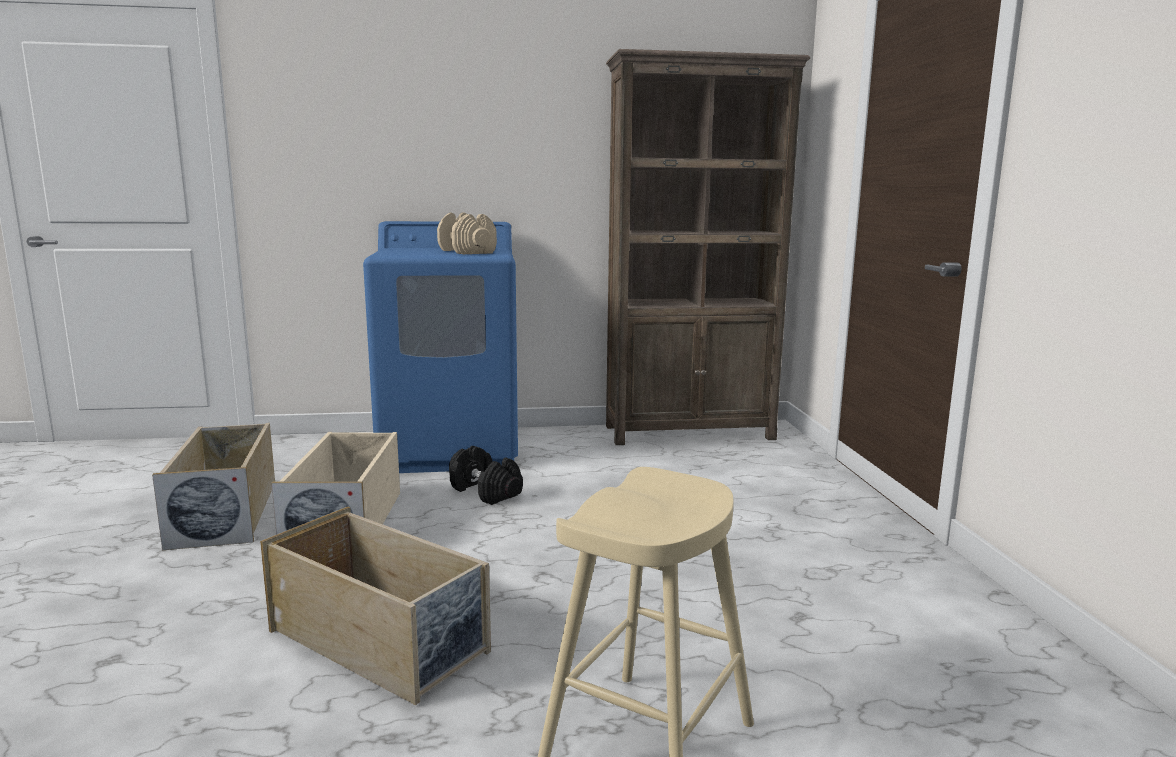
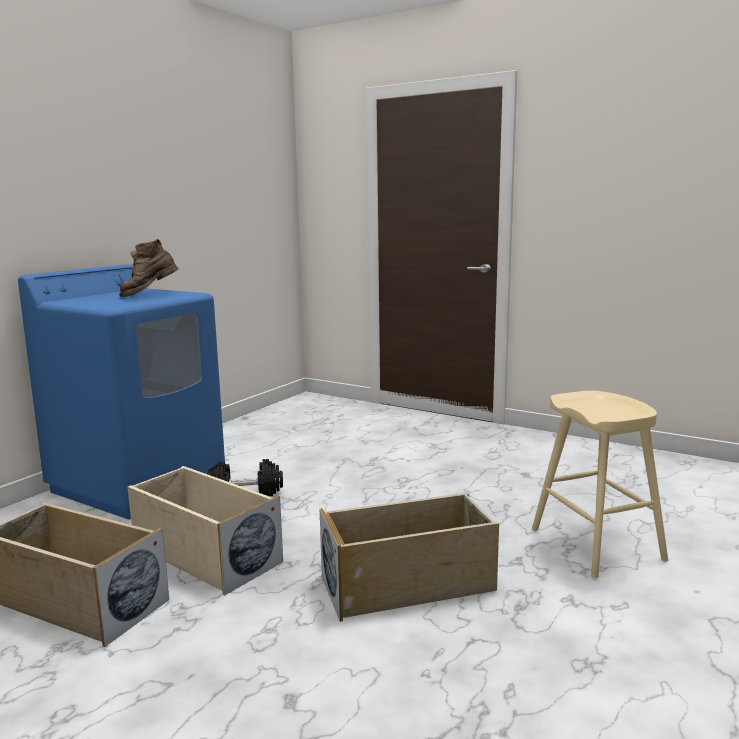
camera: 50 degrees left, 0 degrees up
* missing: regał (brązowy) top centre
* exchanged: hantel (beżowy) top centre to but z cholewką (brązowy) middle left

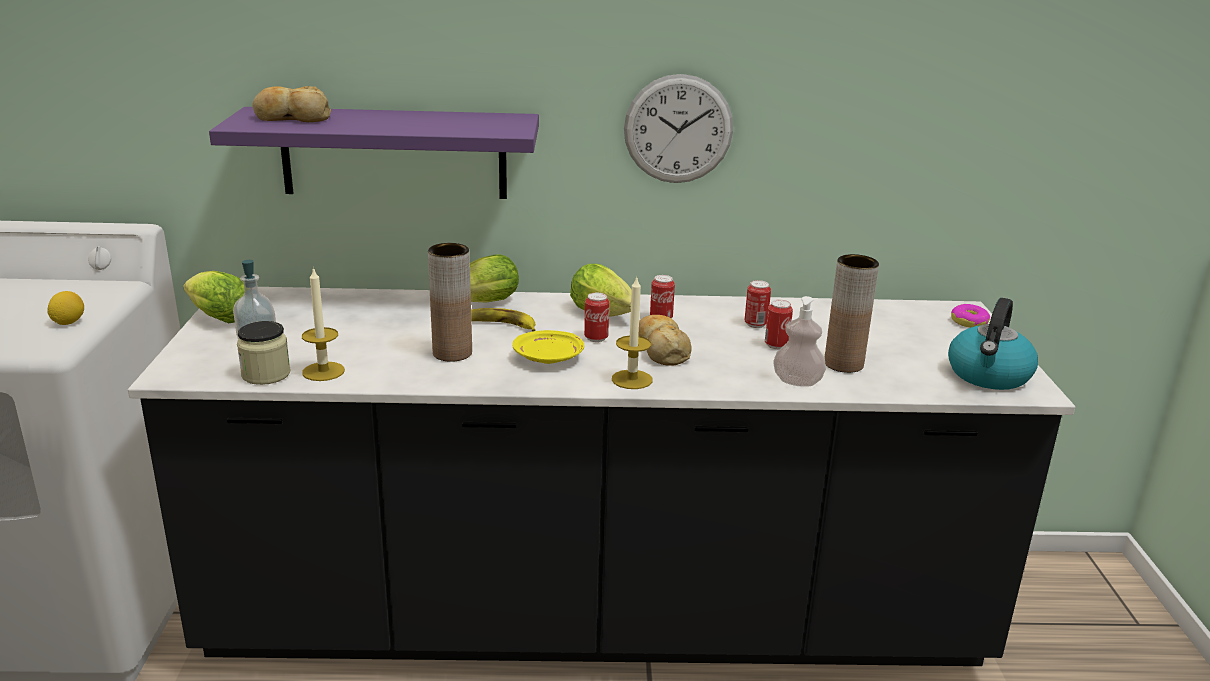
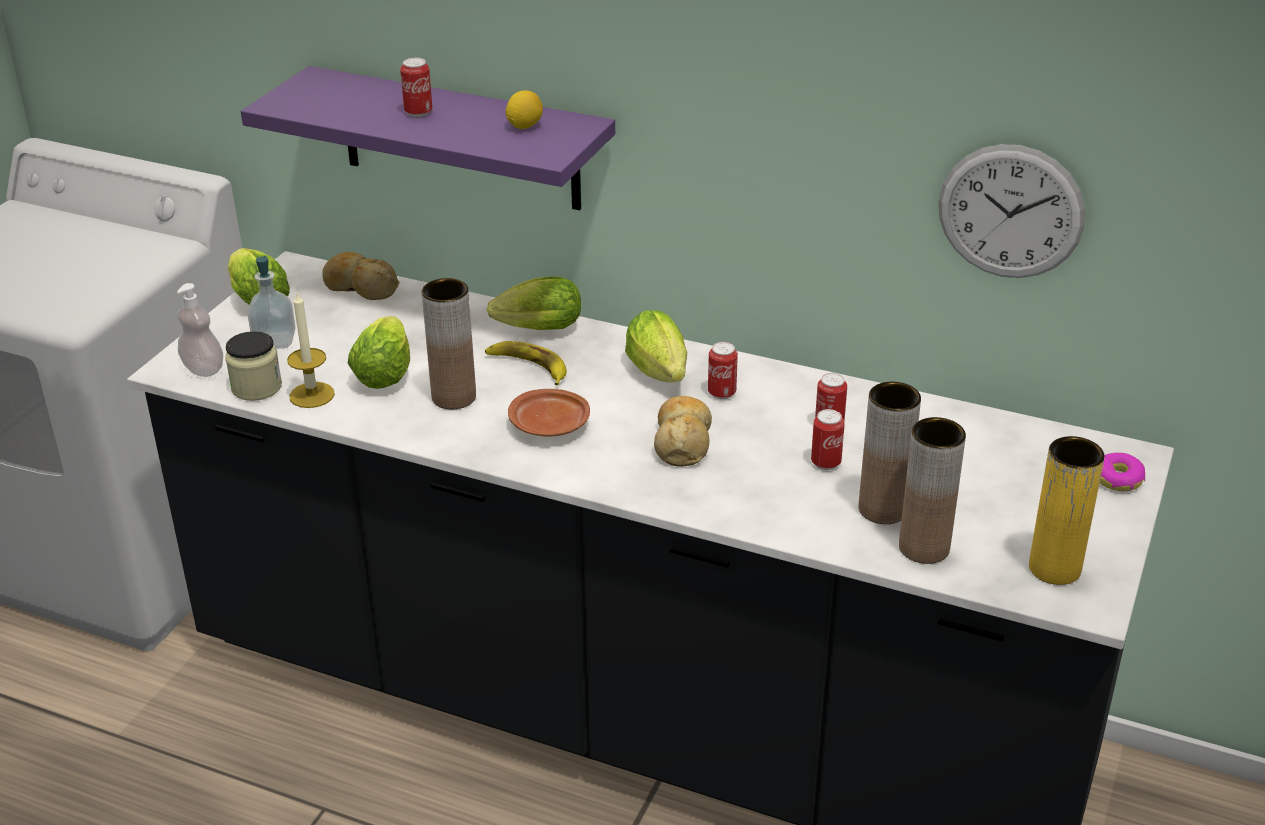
camera: 25 degrees right, 10 degrees up
* missing: świeca (no. 2 from left) centre
* appeared: sałata (no. 2 from left) middle left
* appeared: wazon (brązowy) (no. 3 from left) middle right
* relocated: cytryna middle left to top centre
* relocated: chleb (no. 1 from left) top left to middle left
* relocated: puszka (no. 1 from left) centre to top left
* relocated: zegar ścienny top centre to top right
* relocated: dozownik mydła (no. 2 from left in the first image) centre to dozownik mydła (no. 1 from left) middle left
* exchanged: czajnik middle right to wazon (żółty) middle right
* colour: talerz (żółty) centre to talerz (brązowy) centre

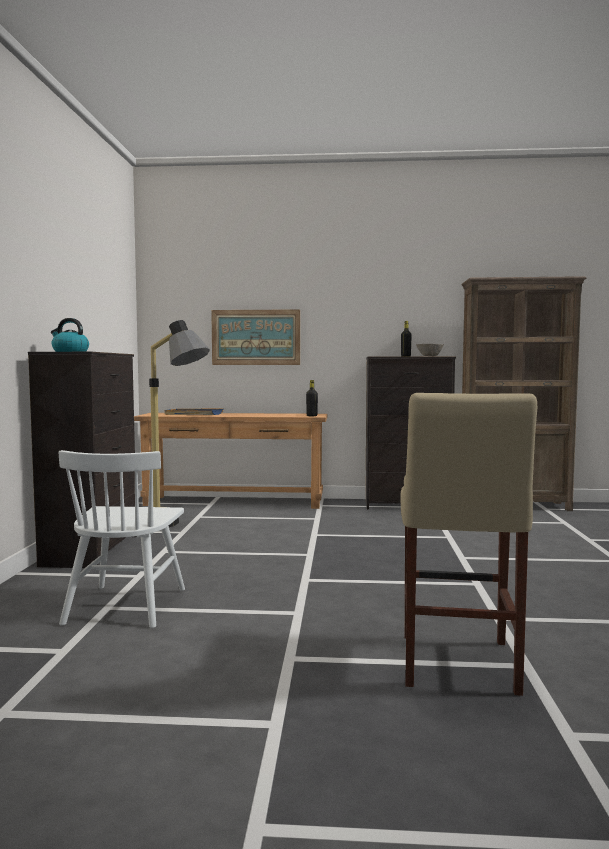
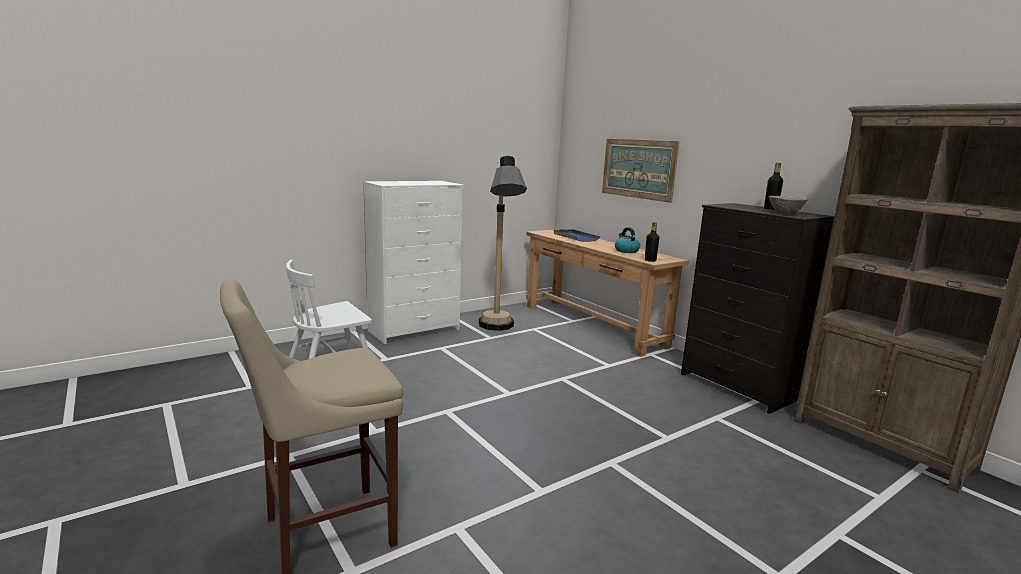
camera: 50 degrees right, 10 degrees up
* relocated: czajnik middle left to centre
* colour: komoda (czarny) (no. 1 from left) middle left to komoda (biały) centre

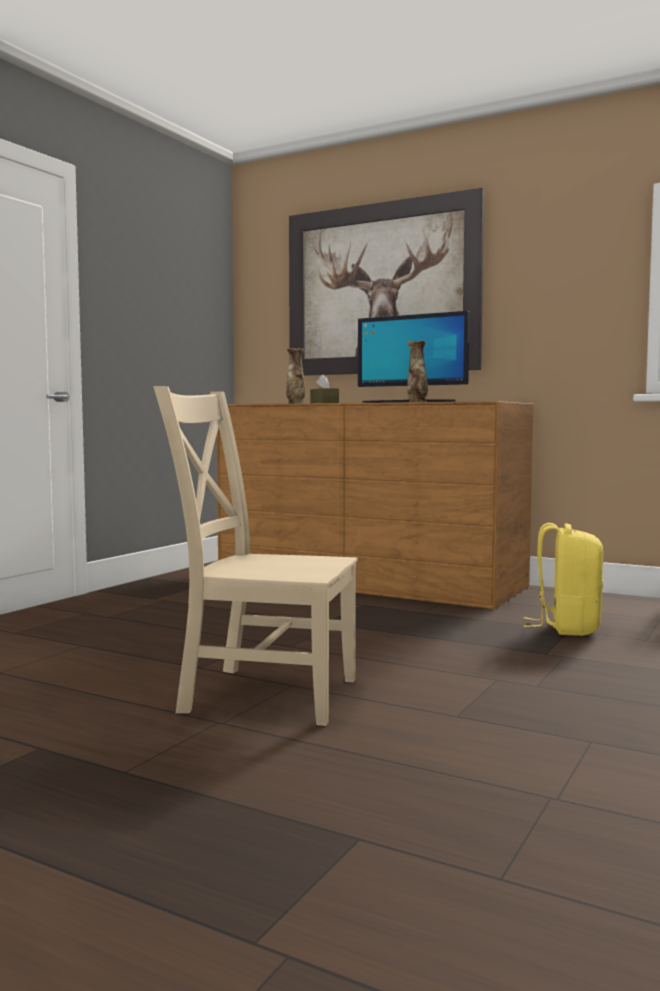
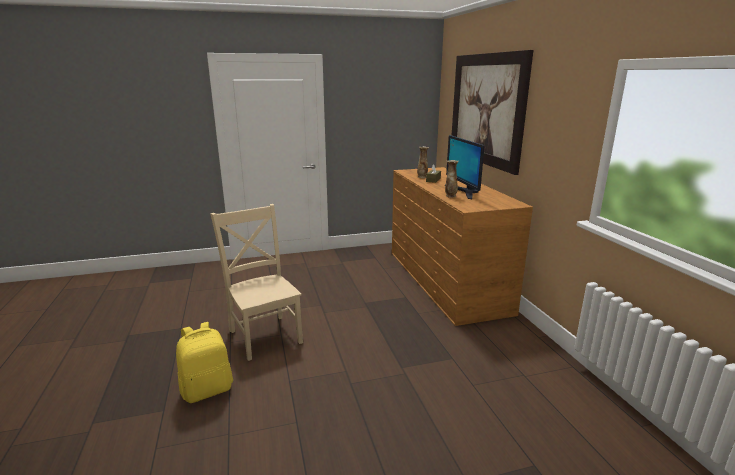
camera: 45 degrees right, 15 degrees up
* relocated: plecak (żółty) middle right to bottom left

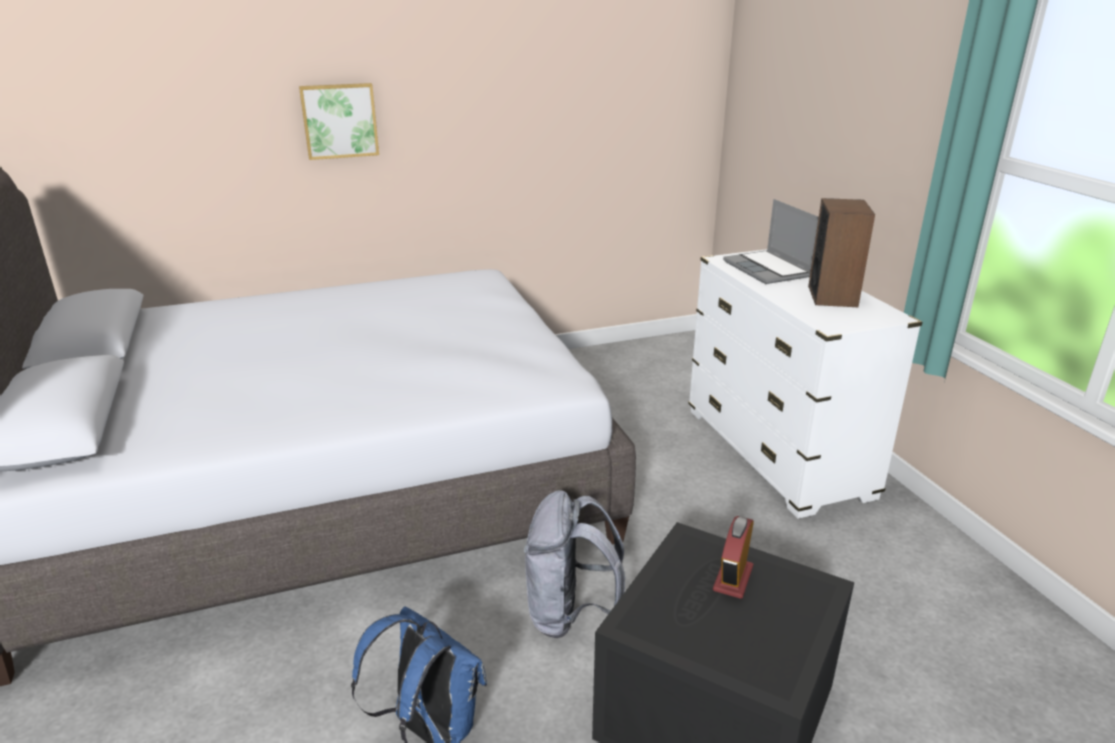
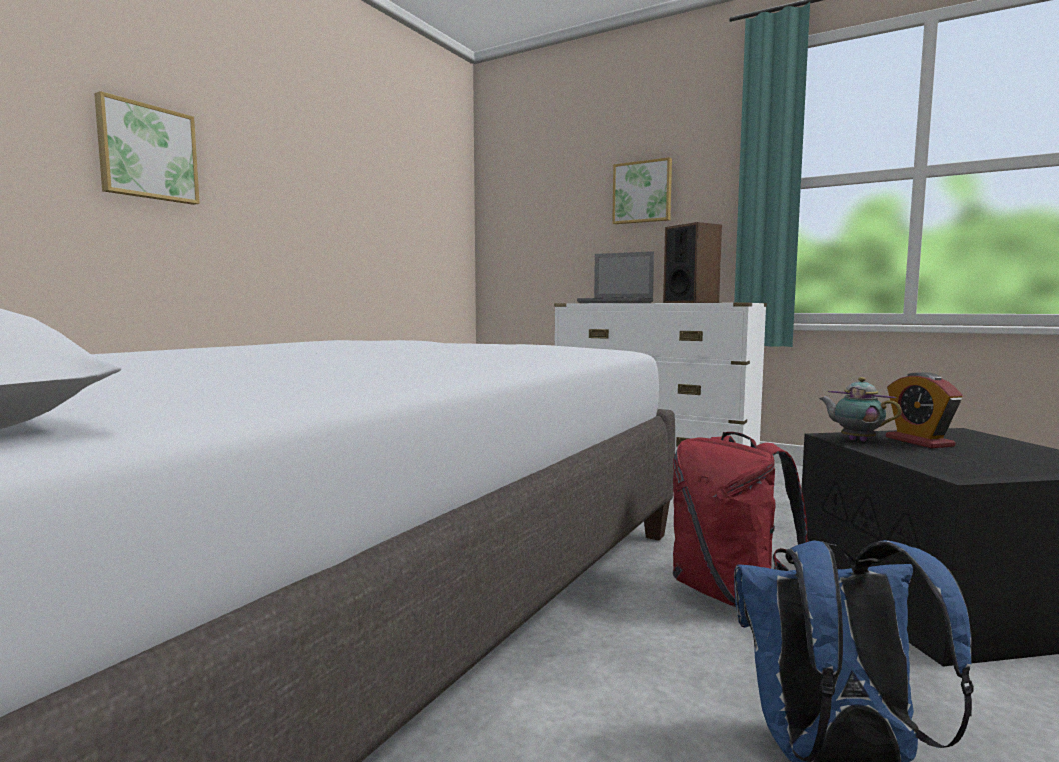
camera: 40 degrees left, 20 degrees down
* appeared: obraz (no. 2 from left) top centre
* appeared: imbryk middle right
* colour: plecak (szary) bottom centre to plecak (czerwony) bottom right

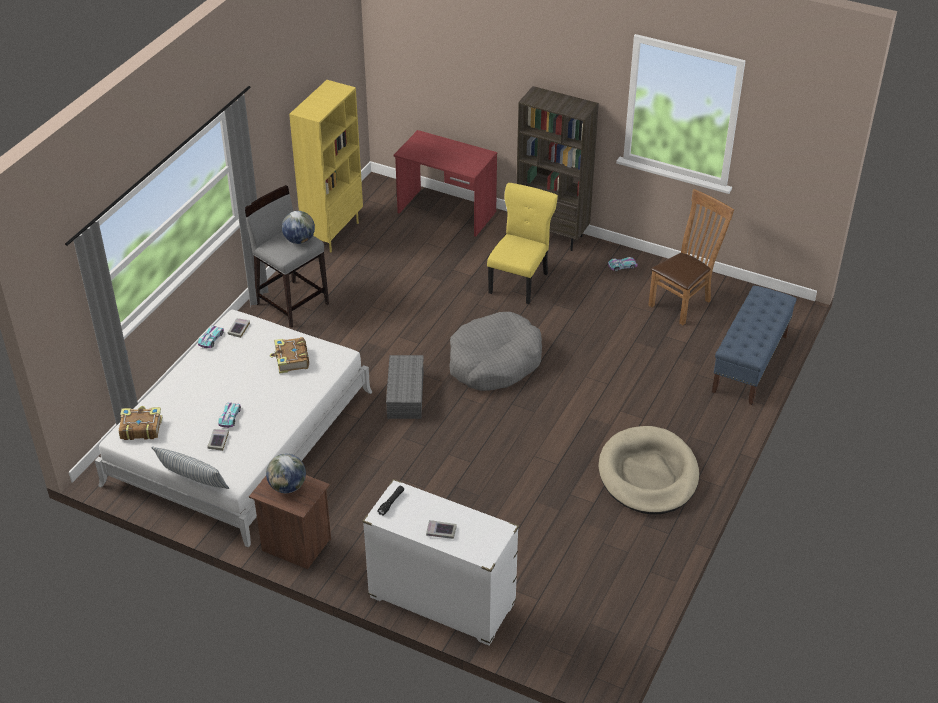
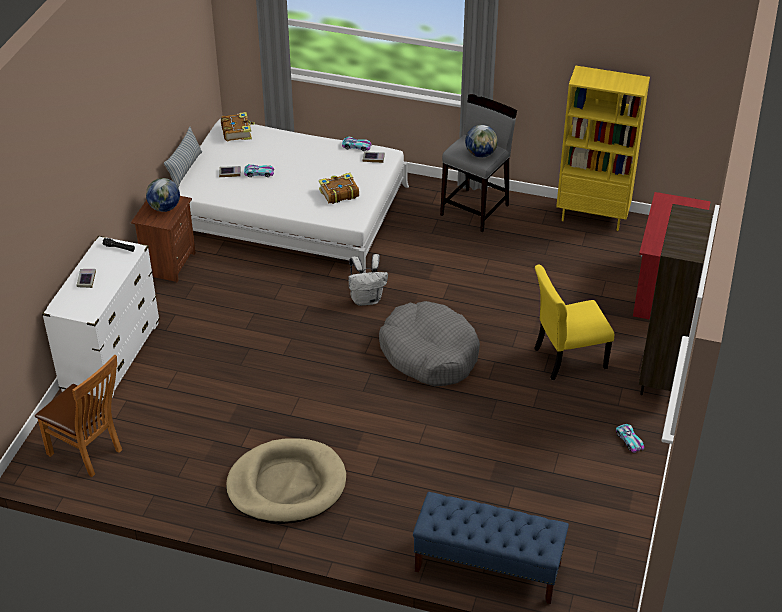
camera: 80 degrees right, 0 degrees up
* relocated: krzesło (brązowy) middle right to bottom left
* exchanged: pojemnik do przechowywania (szary) centre to plecak (biały) centre
* spun: krzesło (żółty) centre = middle right 150 degrees clockwise

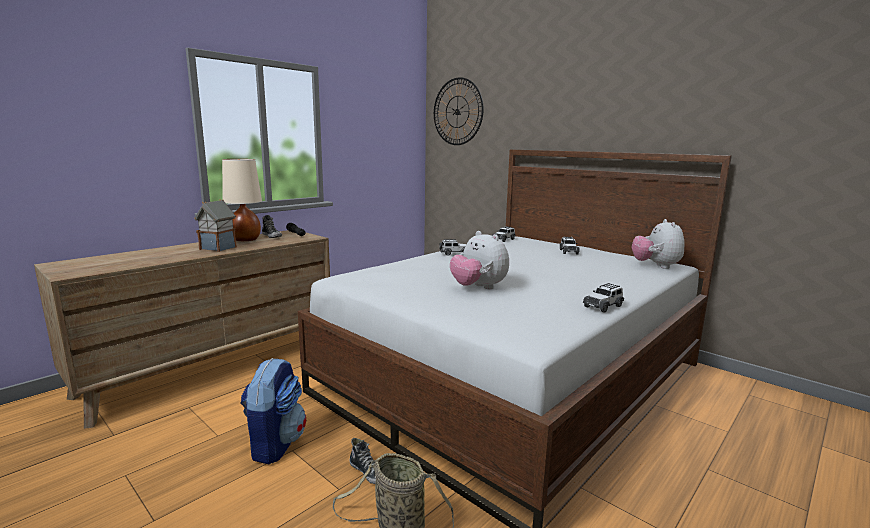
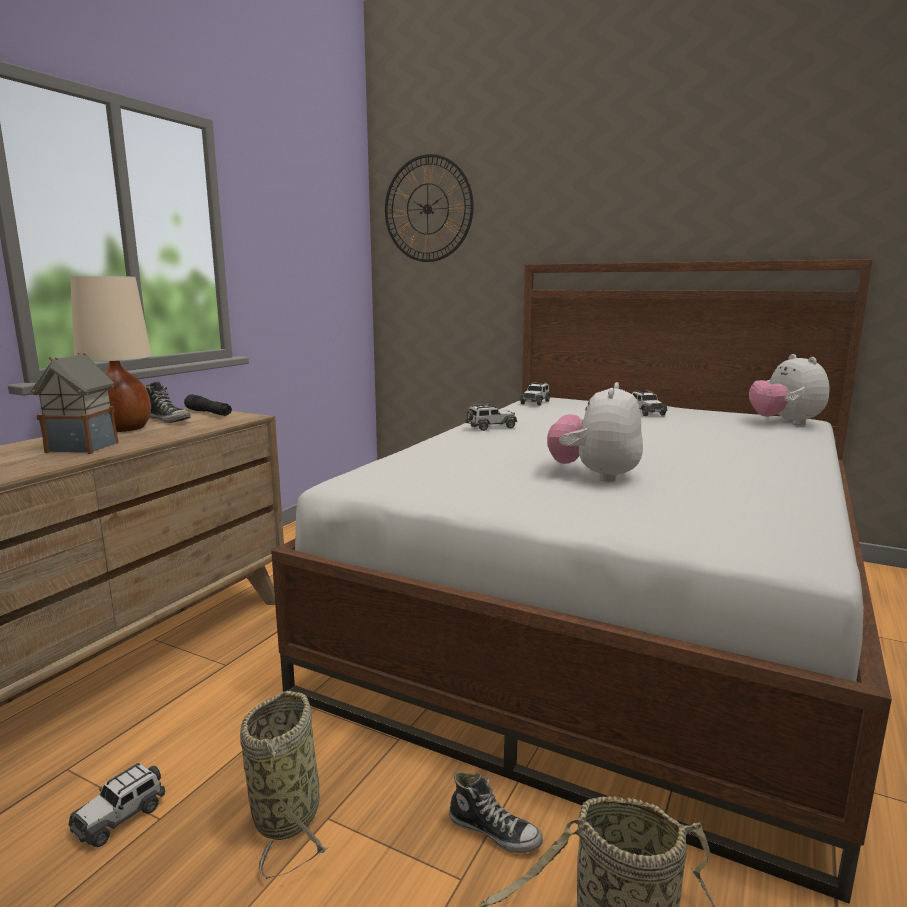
camera: 15 degrees left, 0 degrees up
* relocated: samochodzik (no. 4 from left in the first image) middle right to samochodzik (no. 1 from left) bottom left
* exchanged: plecak bottom left to koszyk (no. 1 from left) bottom left
* spun: pluszak (no. 1 from left) centre = centre 75 degrees clockwise

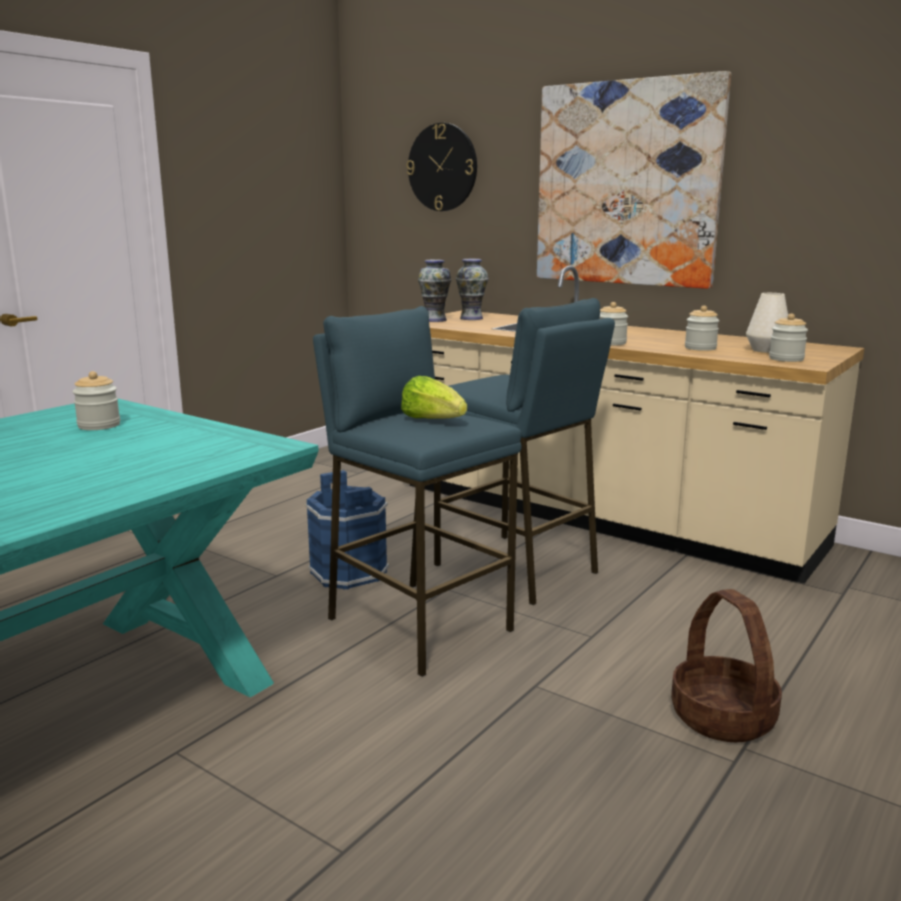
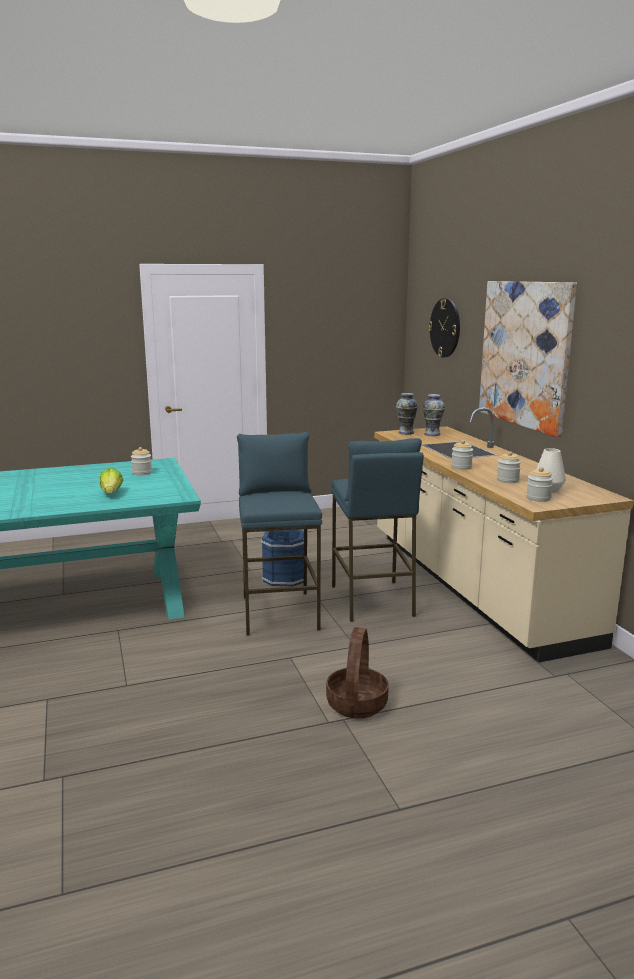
camera: 35 degrees right, 0 degrees up
* relocated: sałata centre to middle left

